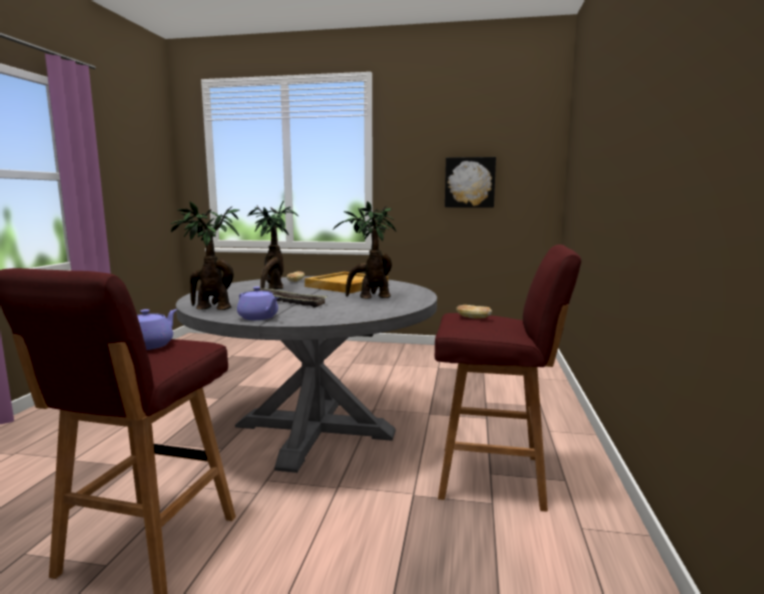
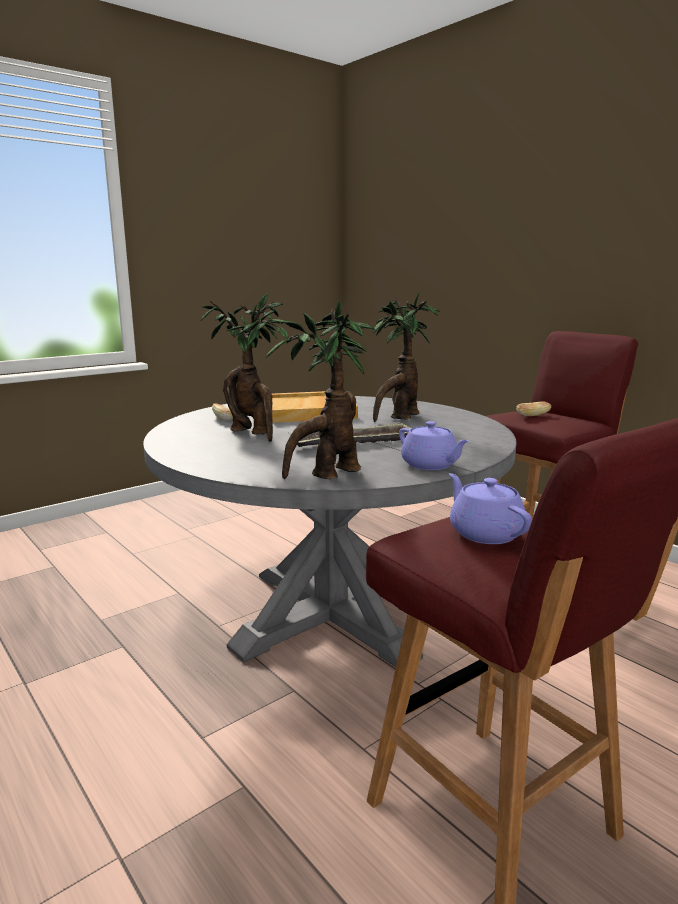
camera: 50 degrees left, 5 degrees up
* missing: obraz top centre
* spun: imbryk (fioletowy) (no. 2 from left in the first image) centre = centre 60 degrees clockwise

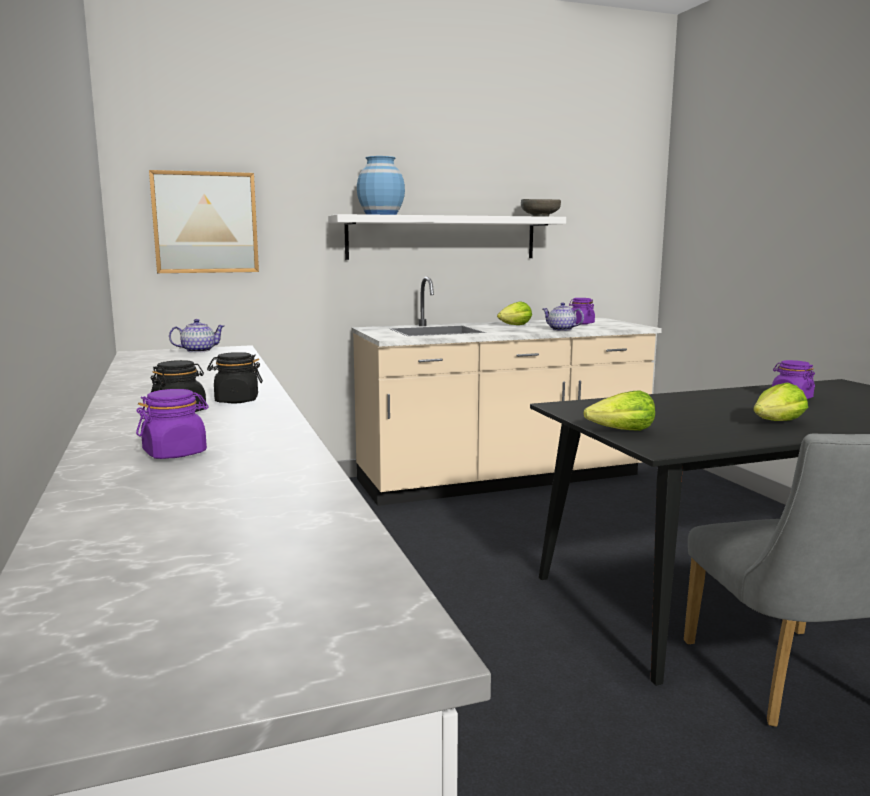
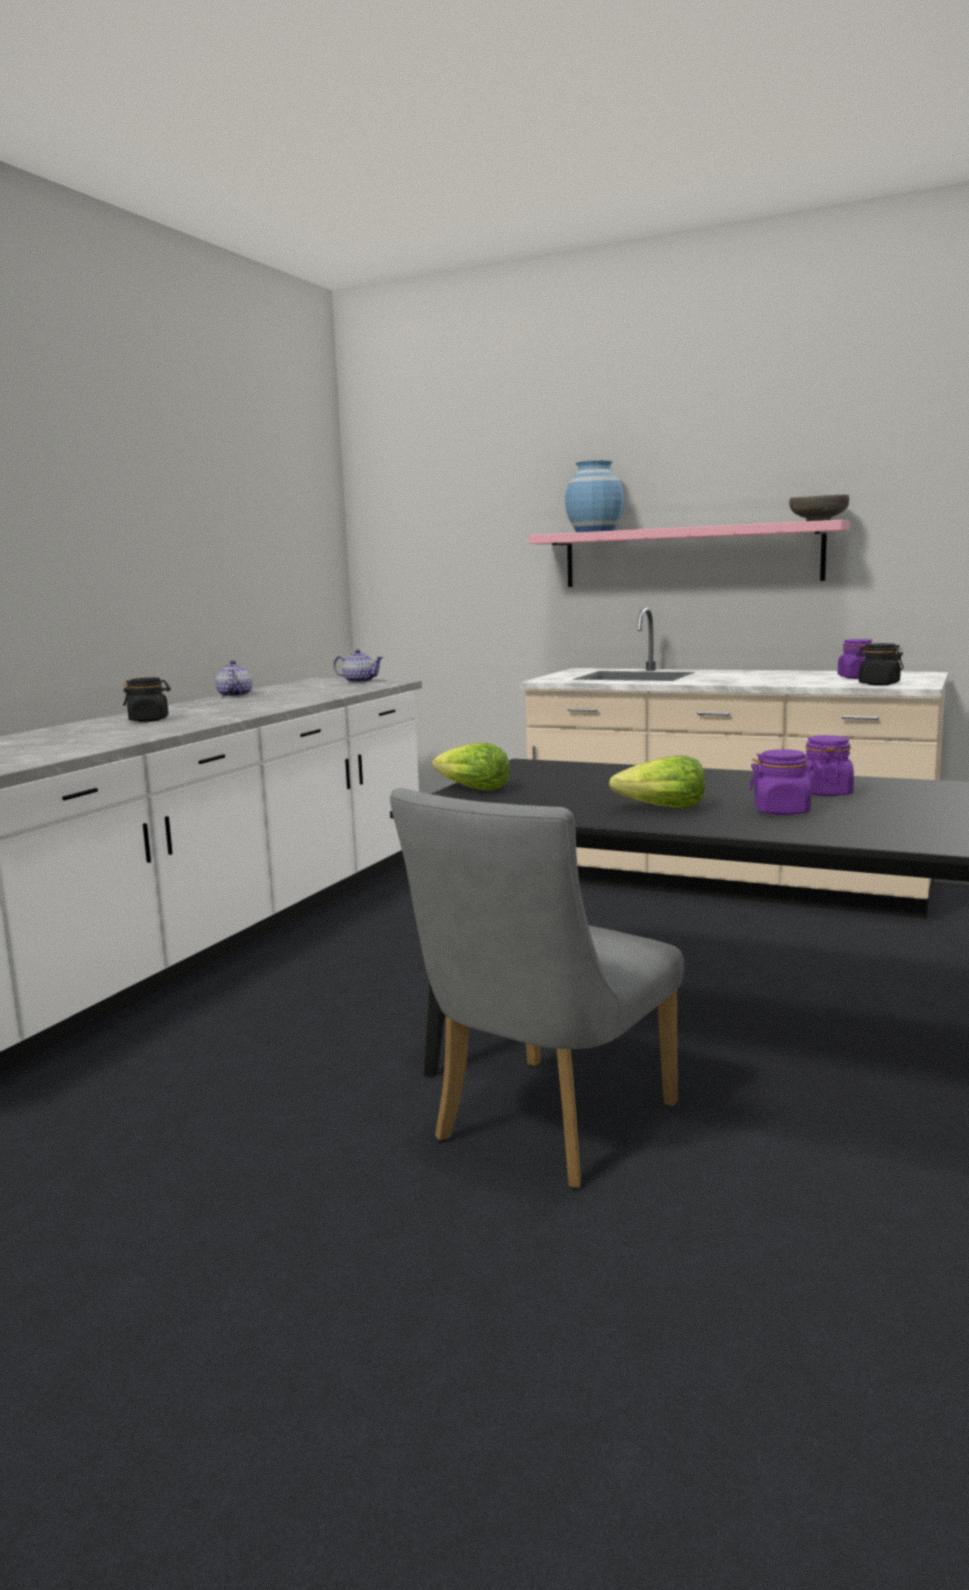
camera: 45 degrees right, 0 degrees up
* missing: obraz top left
* missing: sałata (no. 1 from left) centre
* relocated: słoik (fioletowy) (no. 1 from left) middle left to middle right
* relocated: słoik (czarny) (no. 2 from left) middle left to middle right
* relocated: imbryk (no. 2 from left in the first image) centre to imbryk (no. 1 from left) middle left
* colour: półka (biały) top centre to półka (różowy) middle right

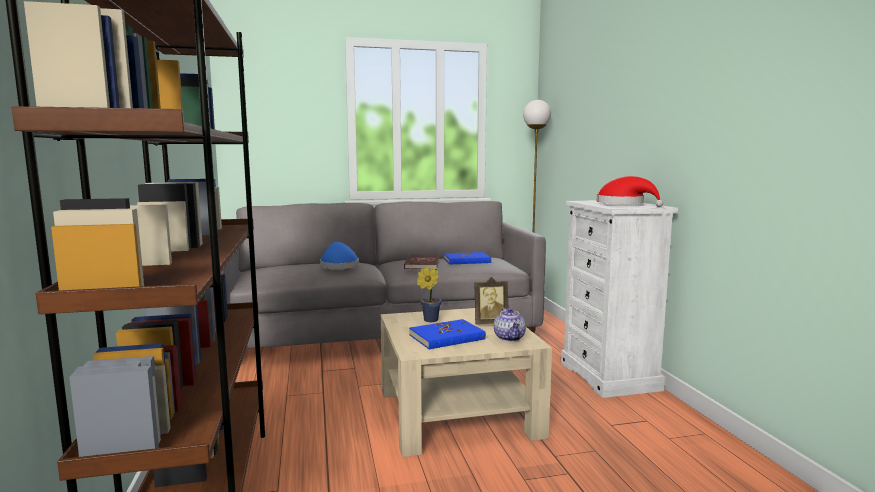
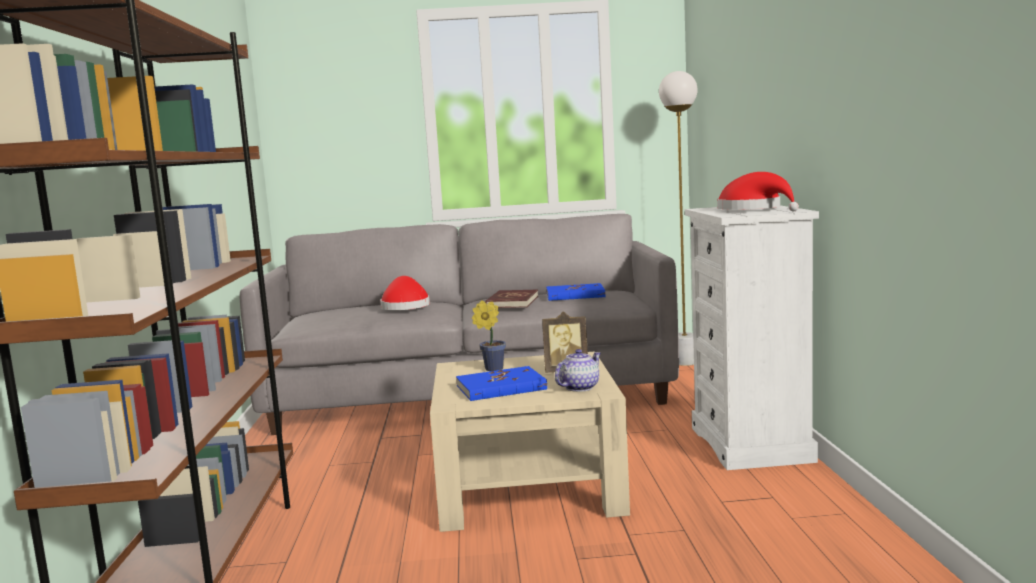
camera: 10 degrees right, 0 degrees up
* colour: kapelusz (niebieski) centre to kapelusz (czerwony) (no. 1 from left) centre
* spun: imbryk centre = centre 135 degrees counterclockwise

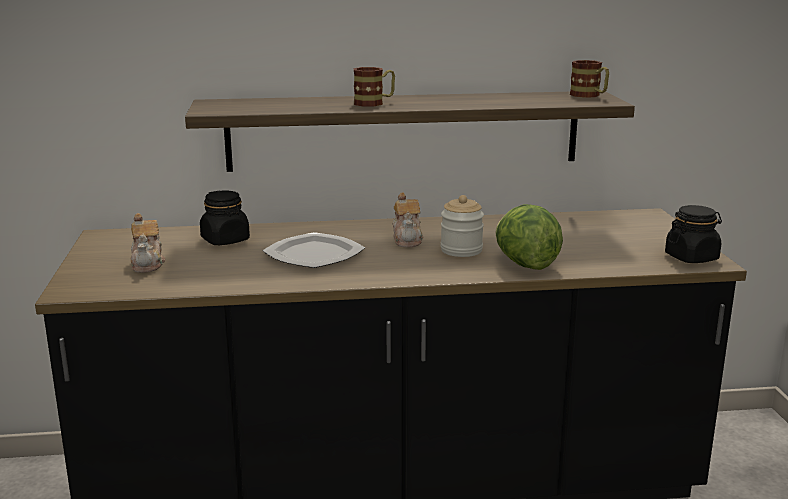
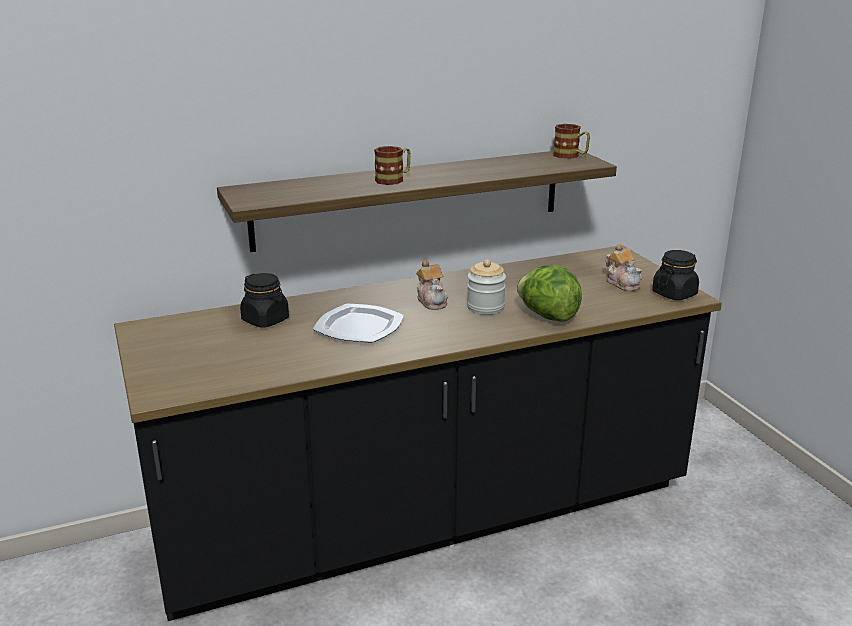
camera: 15 degrees left, 5 degrees up
* relocated: imbryk (no. 1 from left in the first image) middle left to imbryk (no. 2 from left) middle right

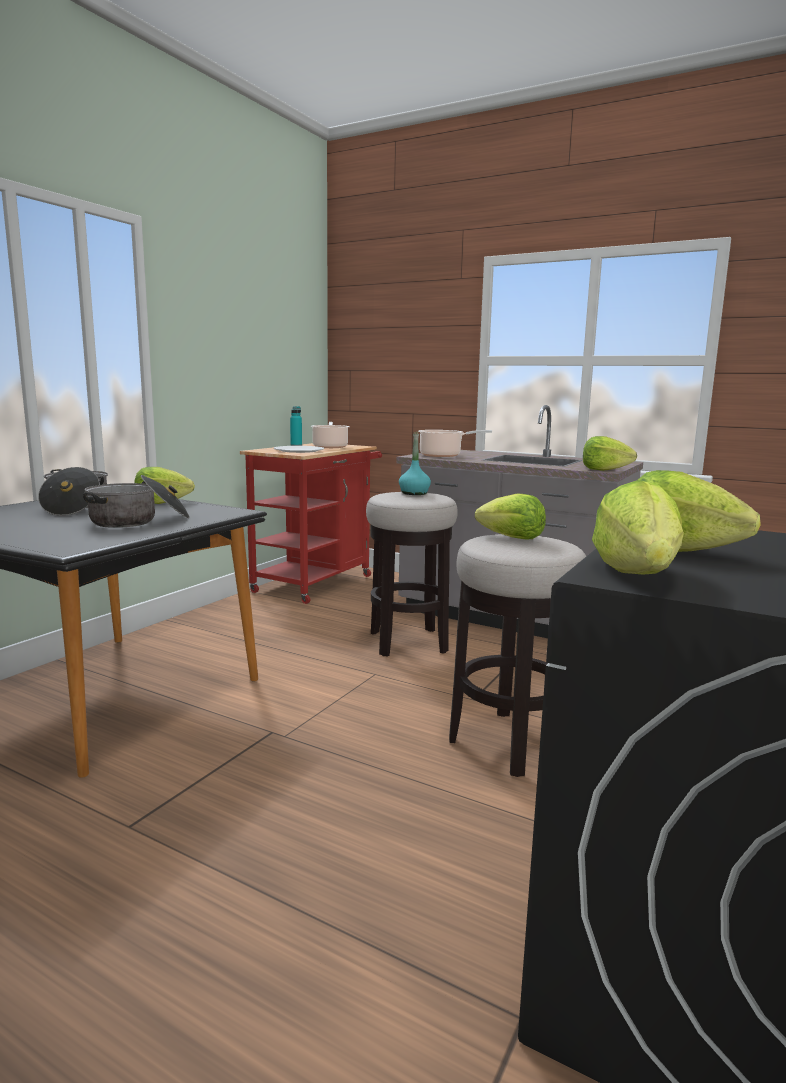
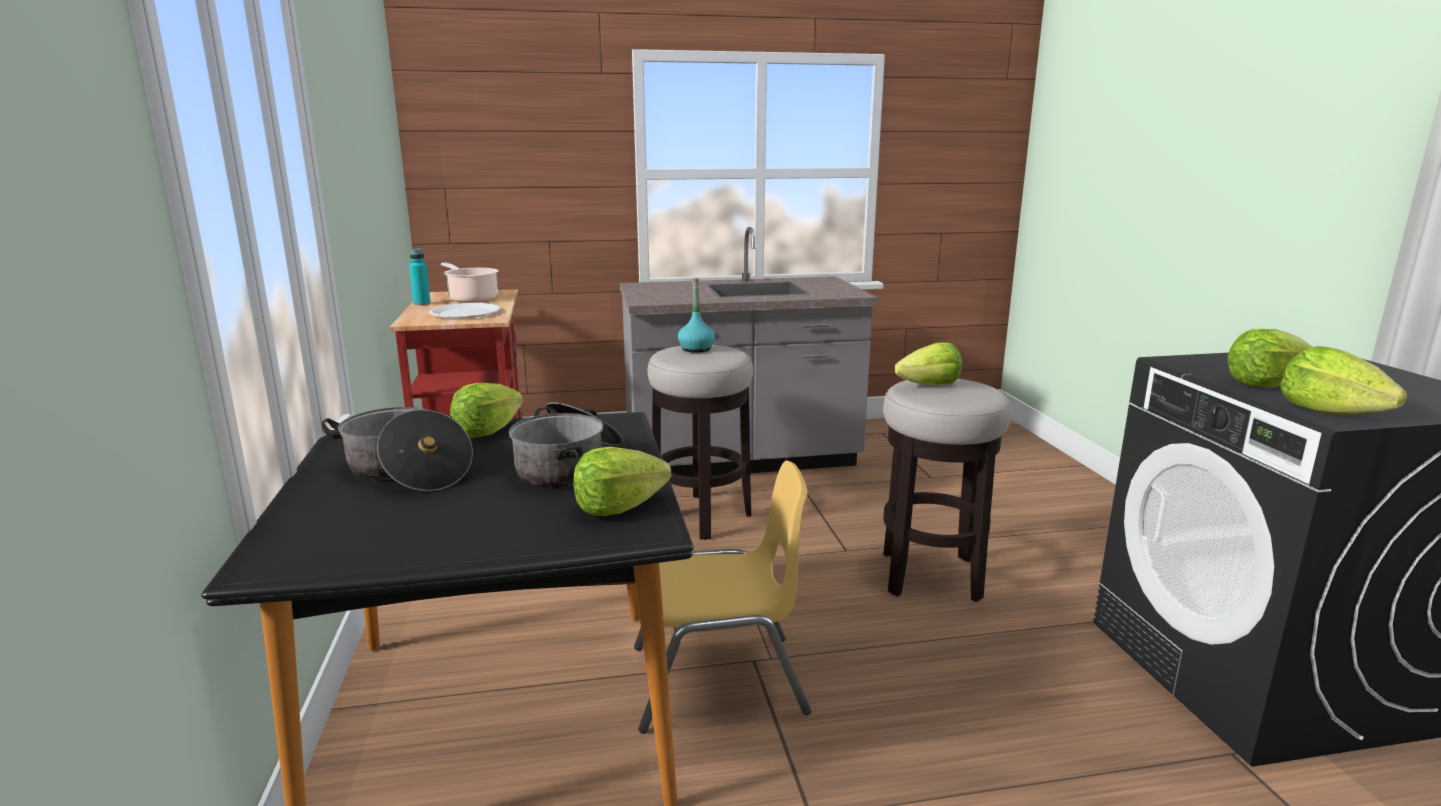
camera: 40 degrees left, 5 degrees up
* missing: garnek (no. 4 from left) centre
* appeared: krzesło (żółty) bottom centre
* relocated: sałata (no. 3 from left in the first image) middle right to sałata (no. 2 from left) centre

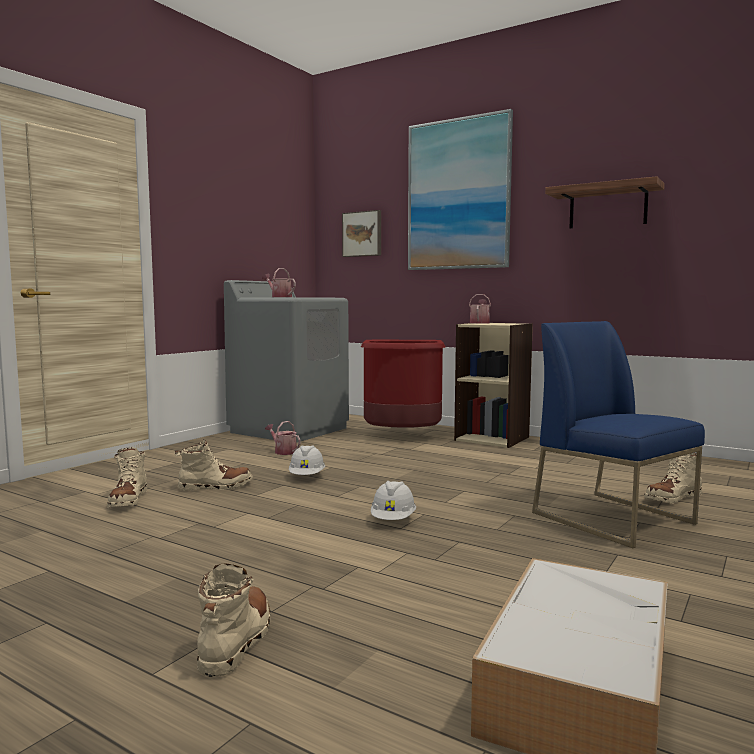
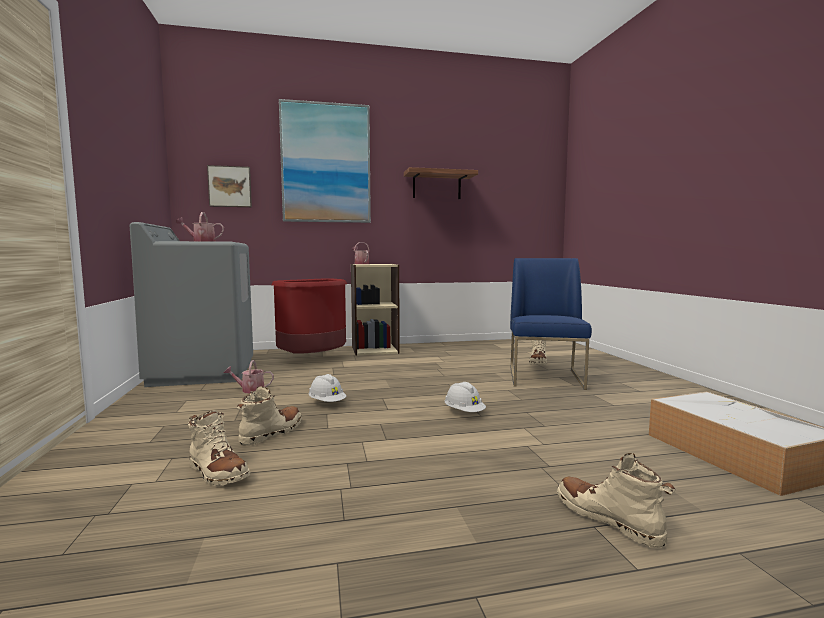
camera: 45 degrees left, 0 degrees up
* spun: krzesło (niebieski) middle right = middle right 90 degrees clockwise

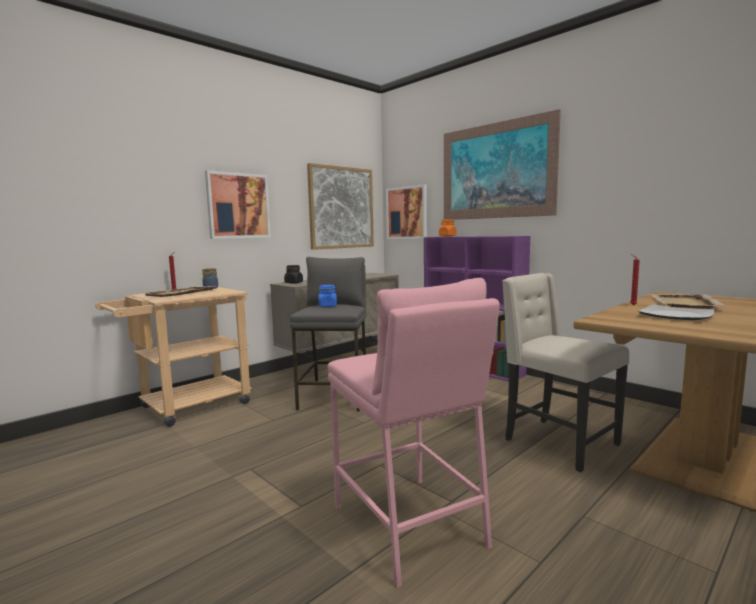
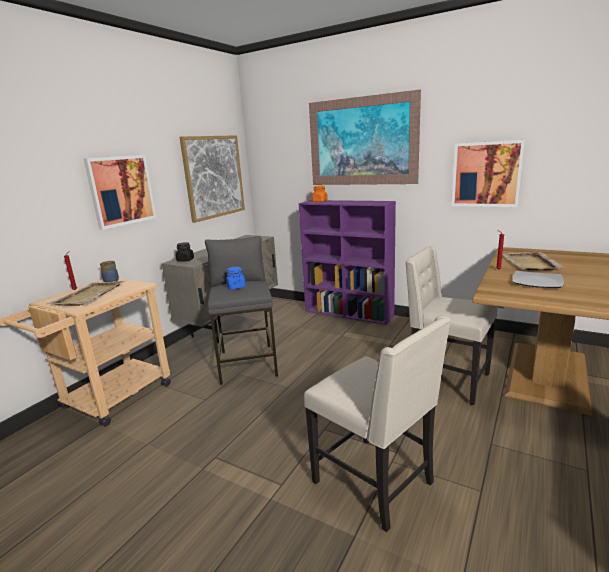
camera: 15 degrees left, 10 degrees up
* relocated: obraz (no. 3 from left in the first image) centre to obraz (no. 4 from left) top right
* exchanged: stołek (różowy) bottom centre to krzesło (beżowy) (no. 1 from left) bottom centre

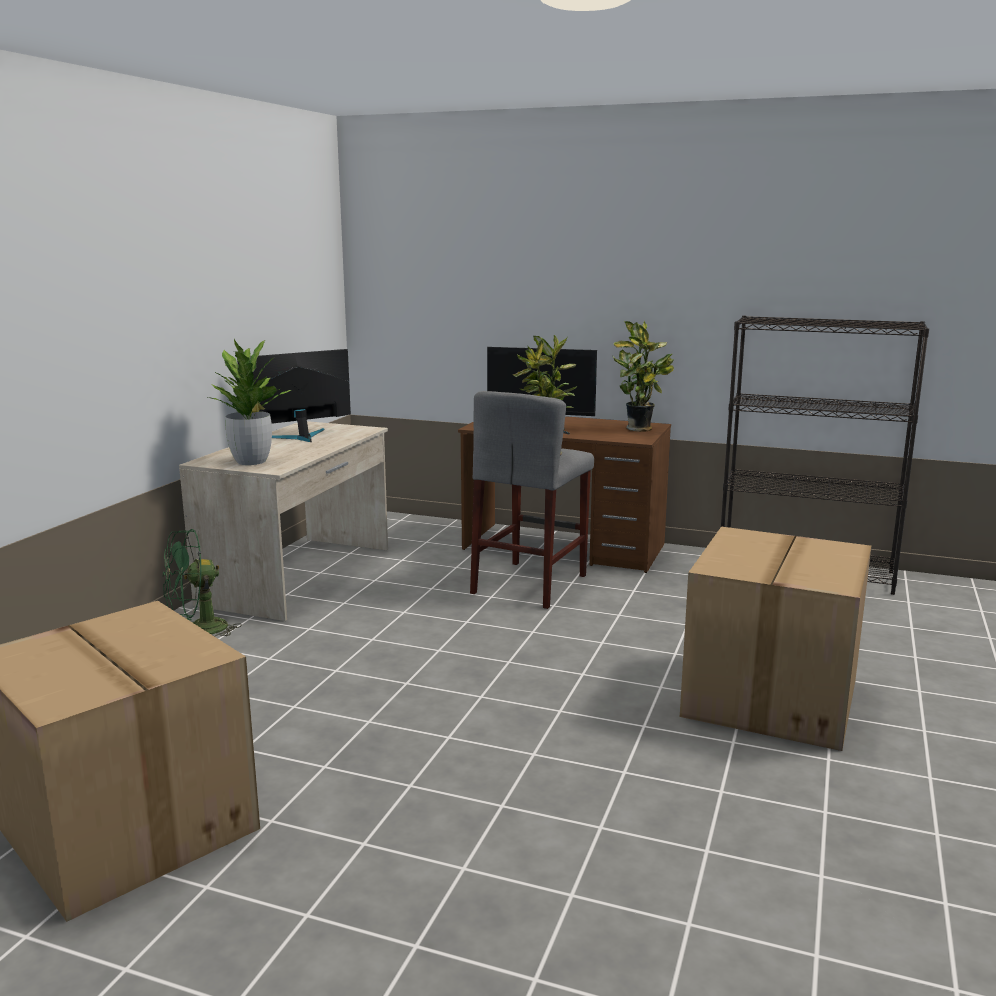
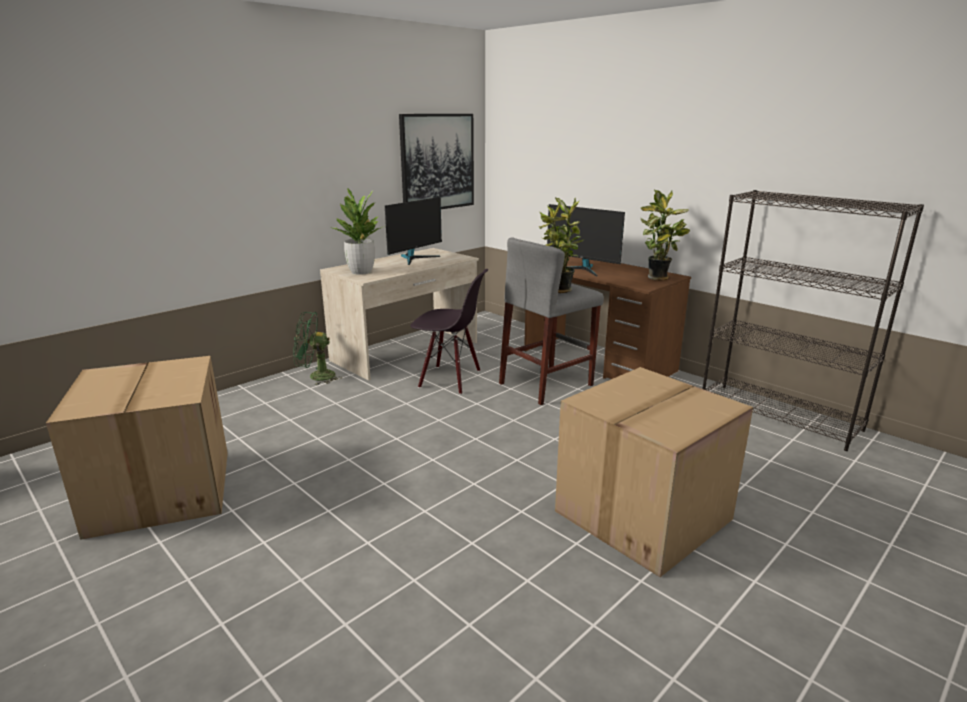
camera: 25 degrees right, 5 degrees up
* appeared: obraz top centre
* appeared: krzesło (czarny) centre
* spun: monitor (no. 1 from left) middle left = top centre 135 degrees clockwise

